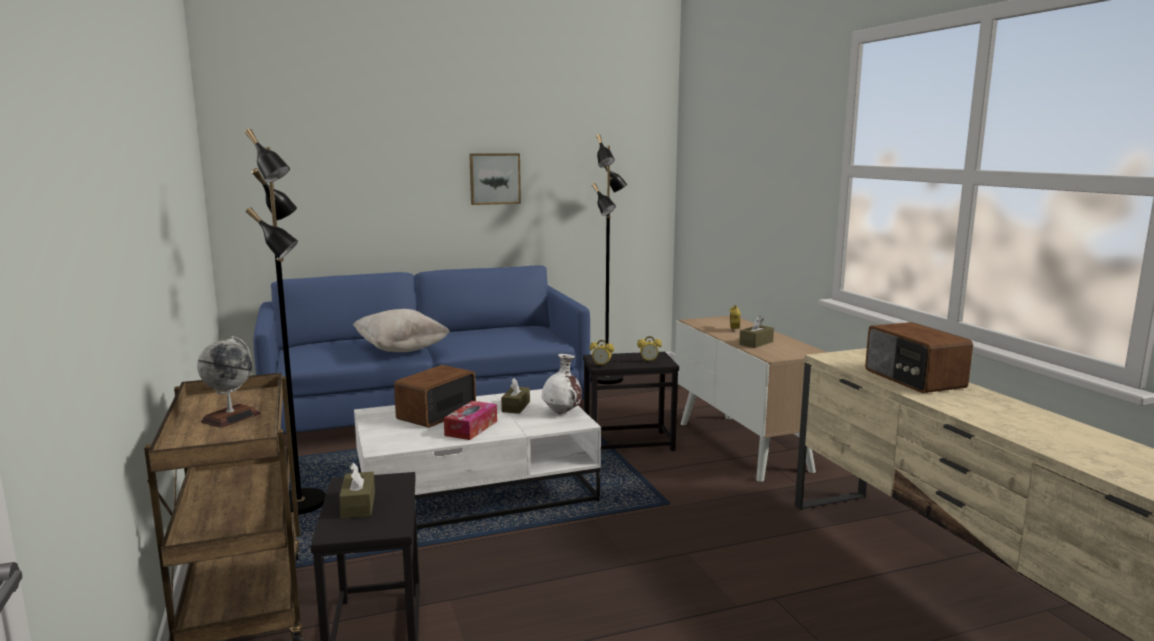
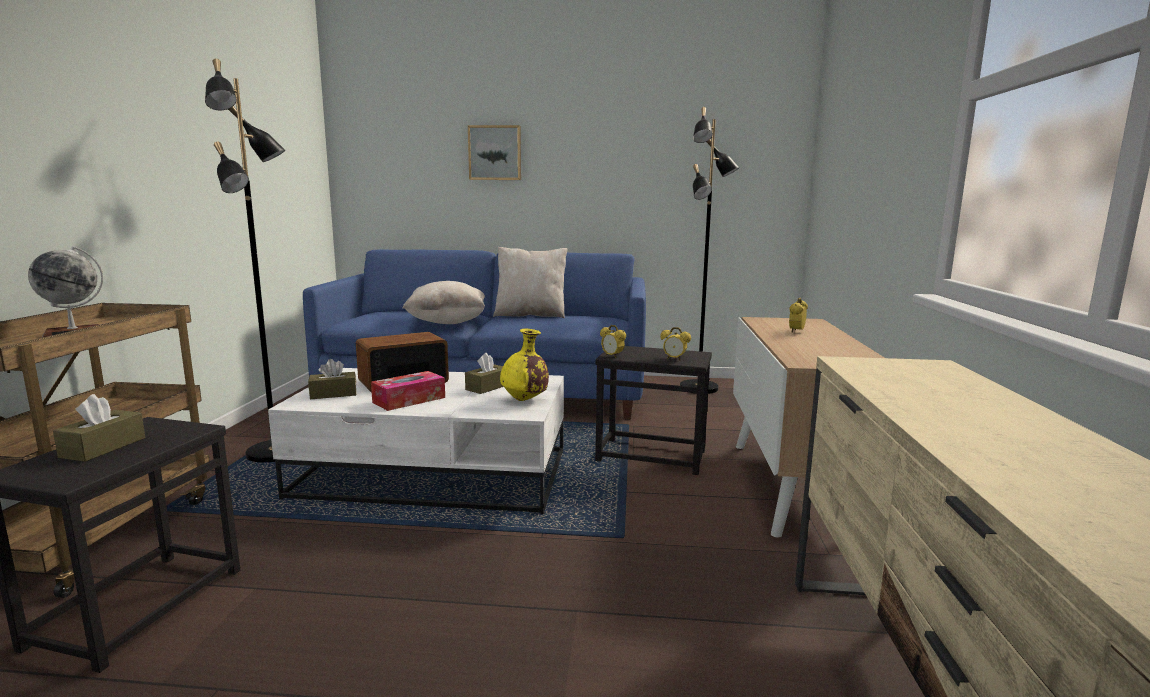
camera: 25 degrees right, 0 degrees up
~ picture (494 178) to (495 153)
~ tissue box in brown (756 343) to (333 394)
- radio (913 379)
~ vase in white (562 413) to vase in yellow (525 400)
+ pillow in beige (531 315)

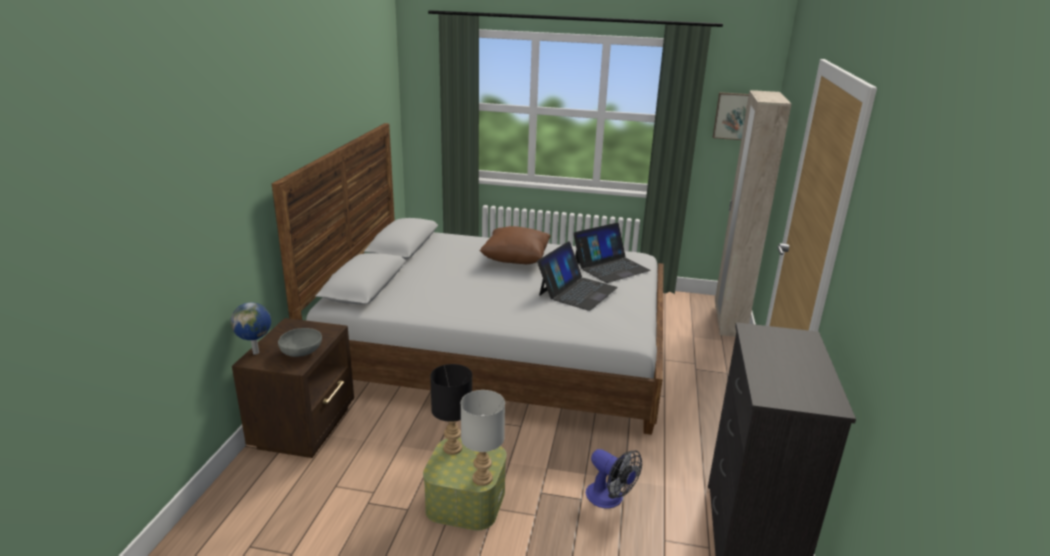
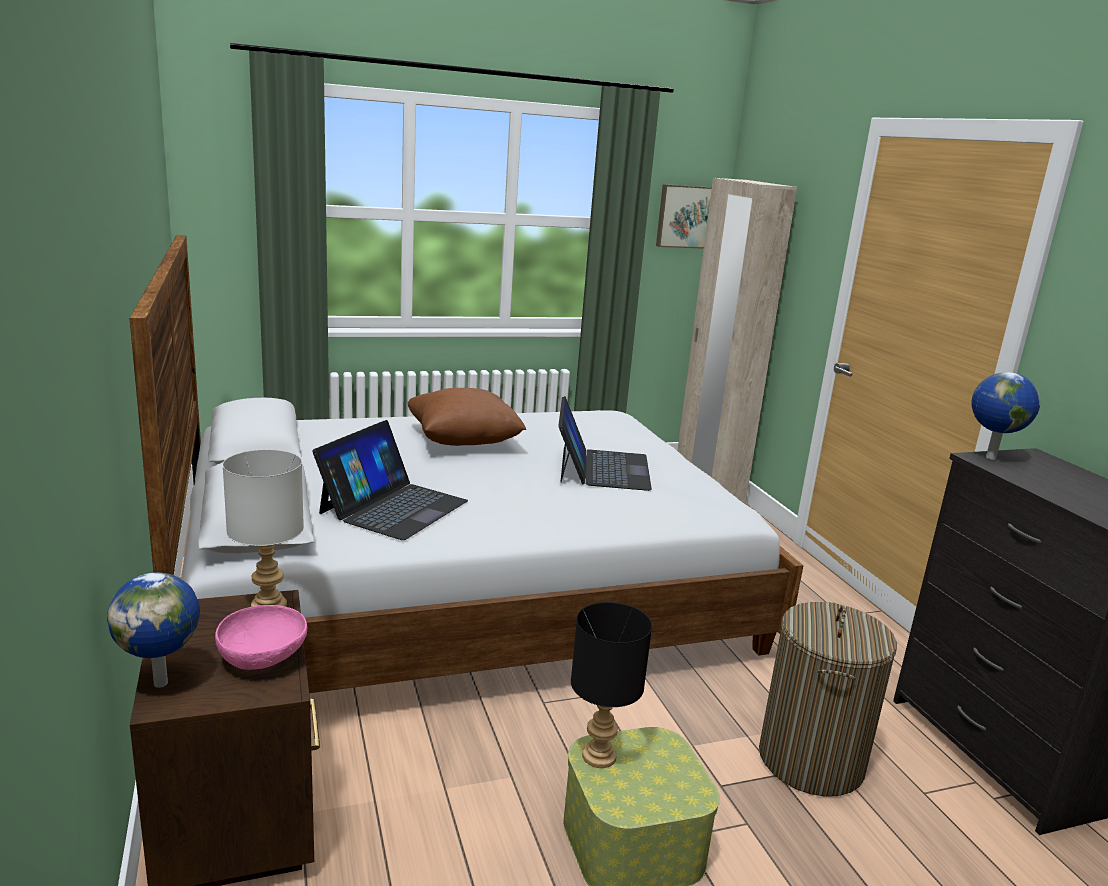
camera: 30 degrees left, 5 degrees down
~ laptop (610 267) to (393 507)
~ bowl in grey (302 353) to bowl in pink (263 659)
~ table lamp in grey (482 478) to (268 605)
~ fan (610 499) to laundry basket (810 760)
+ globe (989 457)

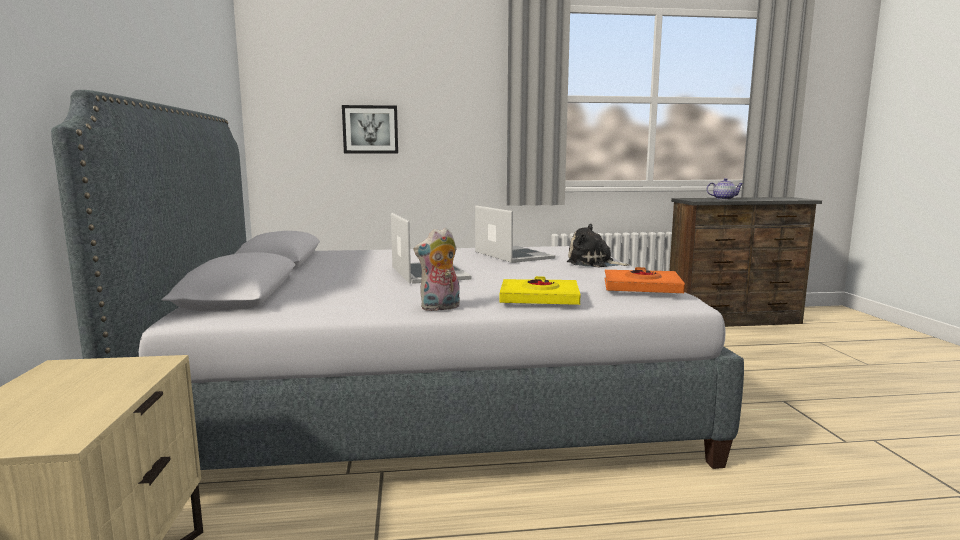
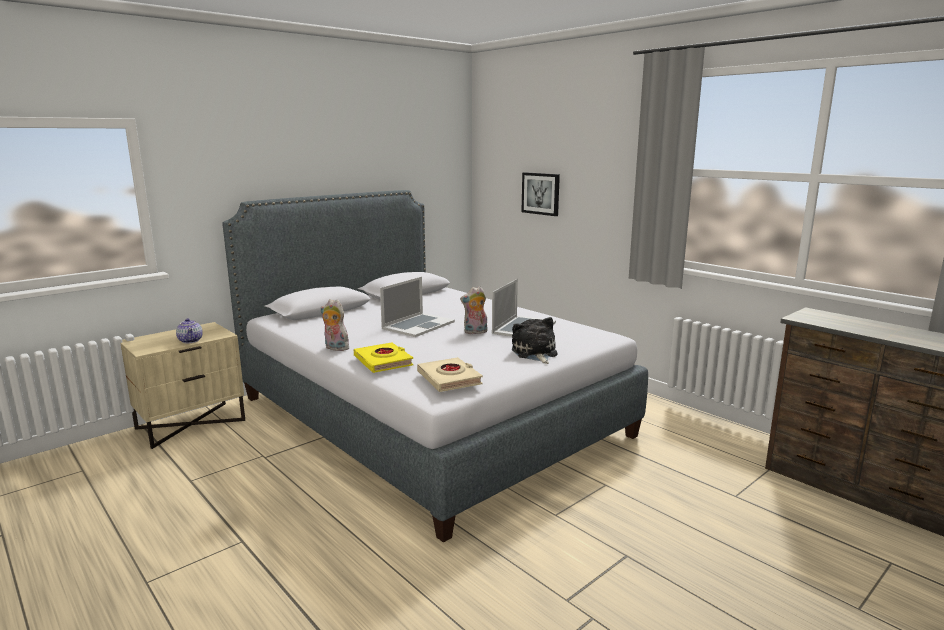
camera: 55 degrees right, 5 degrees up
~ teapot (723 199) to (190 340)
~ book in orange (641 287) to book in beige (449 379)
+ plush toy (475 332)

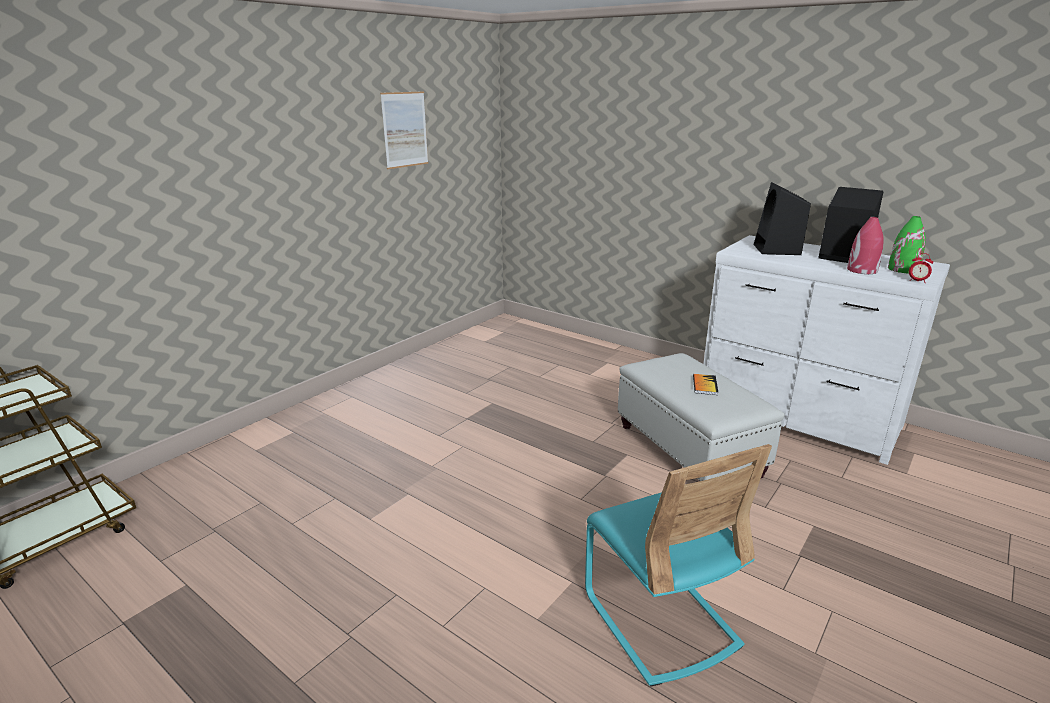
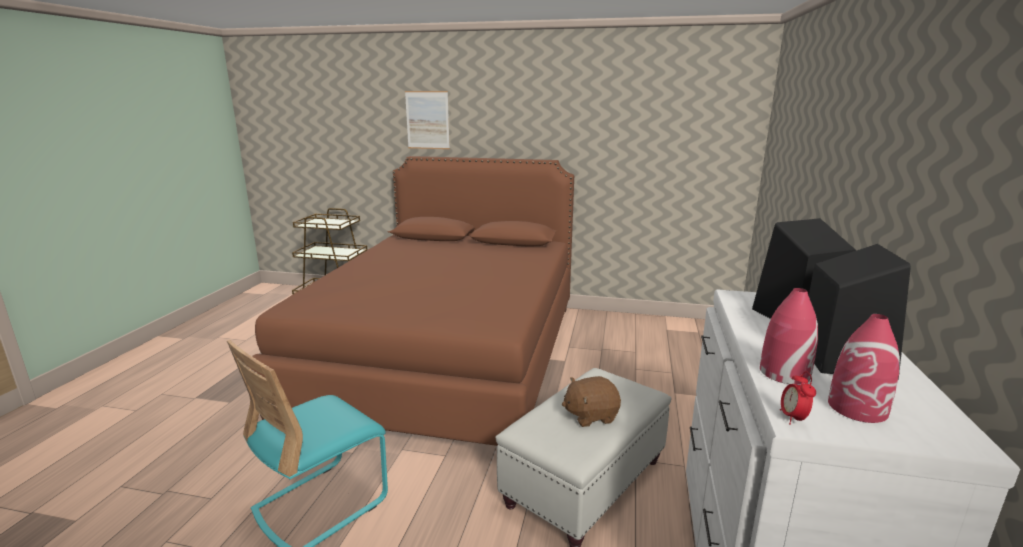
camera: 65 degrees right, 5 degrees down
~ picture (405 130) to (427 120)
~ vase in green (903 269) to vase in red (858 408)
~ book (705 385) to plush toy in brown (590 415)
+ bed in brown (446 356)

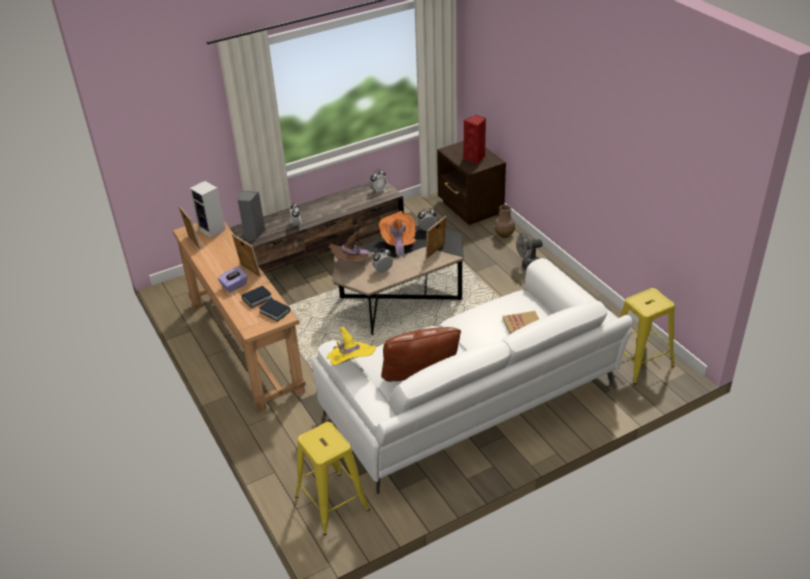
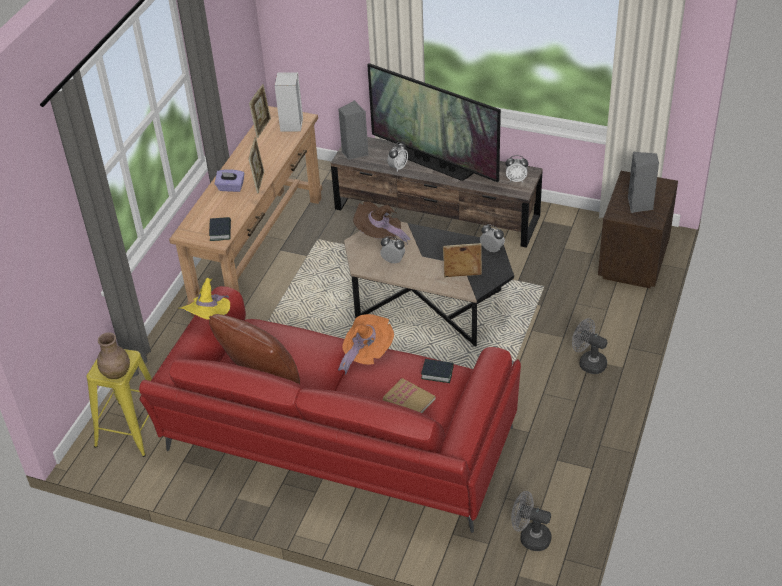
camera: 50 degrees right, 5 degrees up
~ speaker in red (475 158) to speaker in grey (640 205)
~ vase in brown (504 234) to (116 373)
~ hat in orange (398 243) to (366 353)
~ sofa in white (471 403) to sofa in red (335 443)
~ book (257 299) to (437 373)
~ stool in yellow (639 362) to fan in grey (530 537)
+ television (435 164)

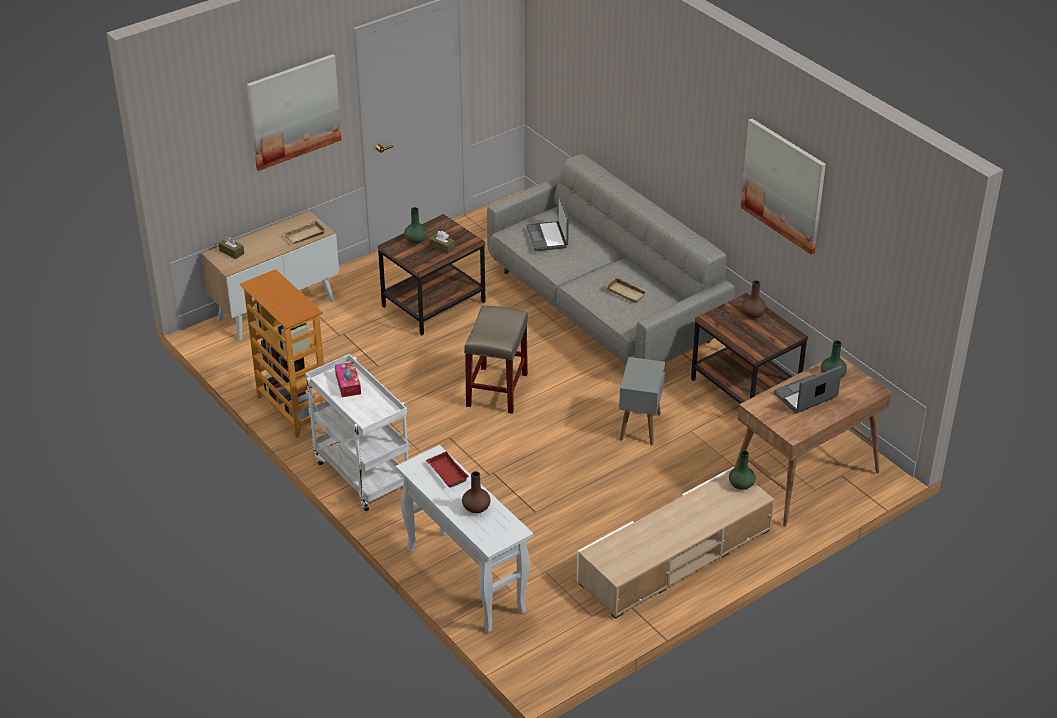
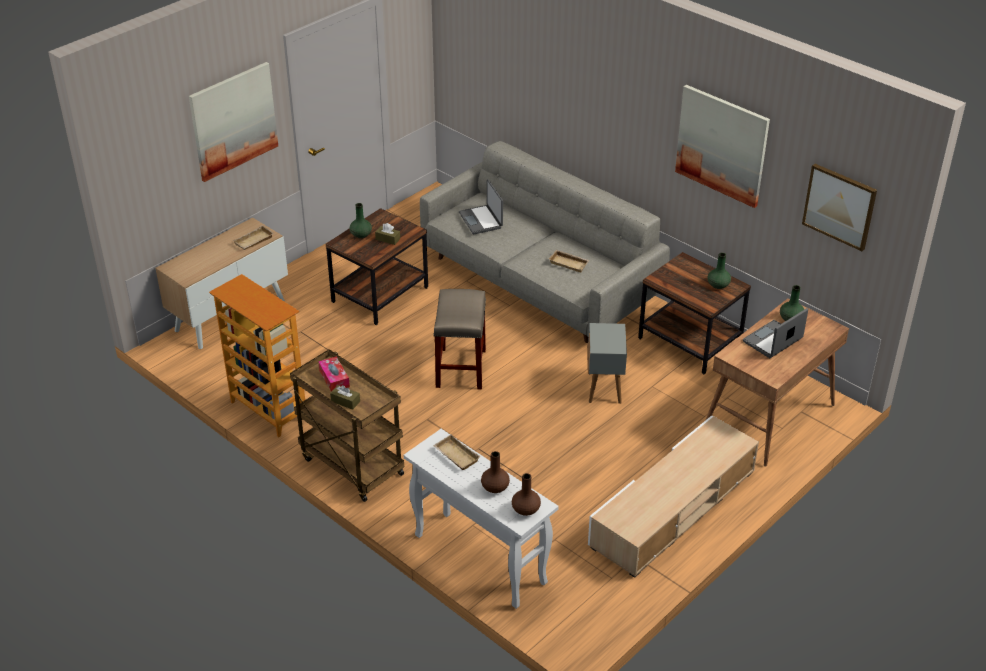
camera: 10 degrees left, 0 degrees up
~ tissue box in brown (231 252) to (345 401)
~ vase in brown (753 314) to (526 510)
~ cart in white (360 474) to cart in brown (350 466)
~ vase in green (740 484) to (718 285)
~ tray in red (445 473) to tray in beige (455 455)
+ picture (839 206)

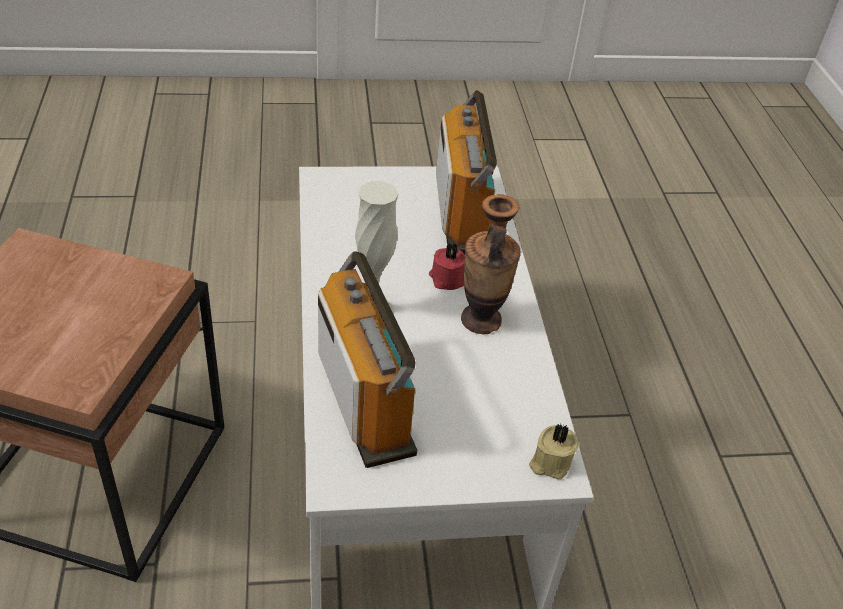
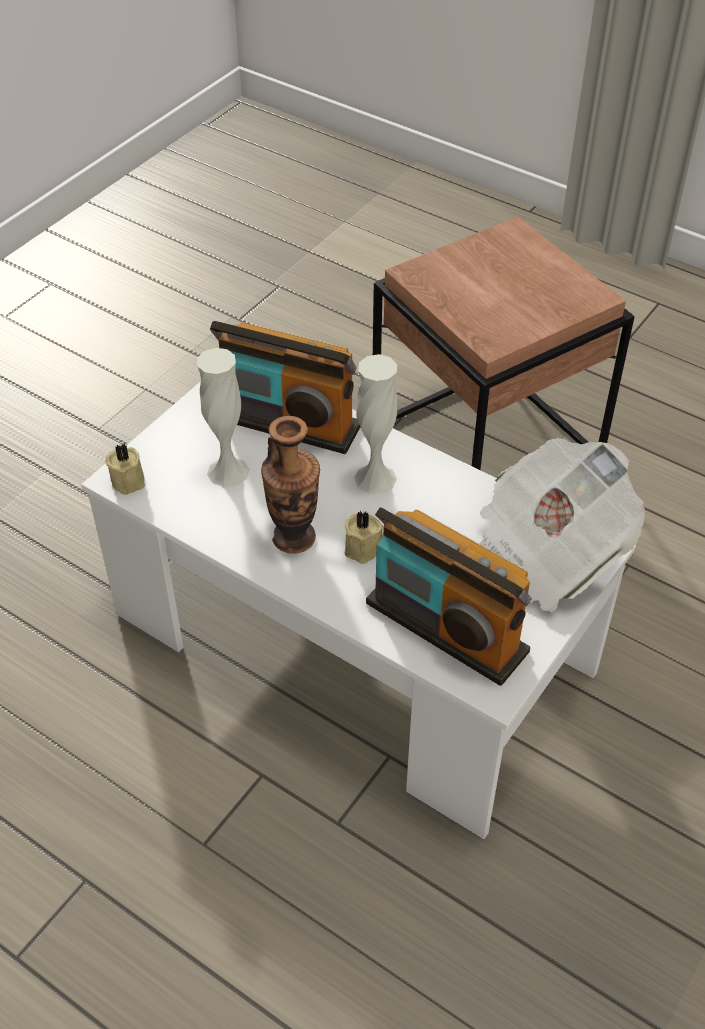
camera: 135 degrees right, 5 degrees up
~ candle in red (446 279) to candle in beige (364 548)
+ vase in white (228 471)
+ newspaper (544 553)

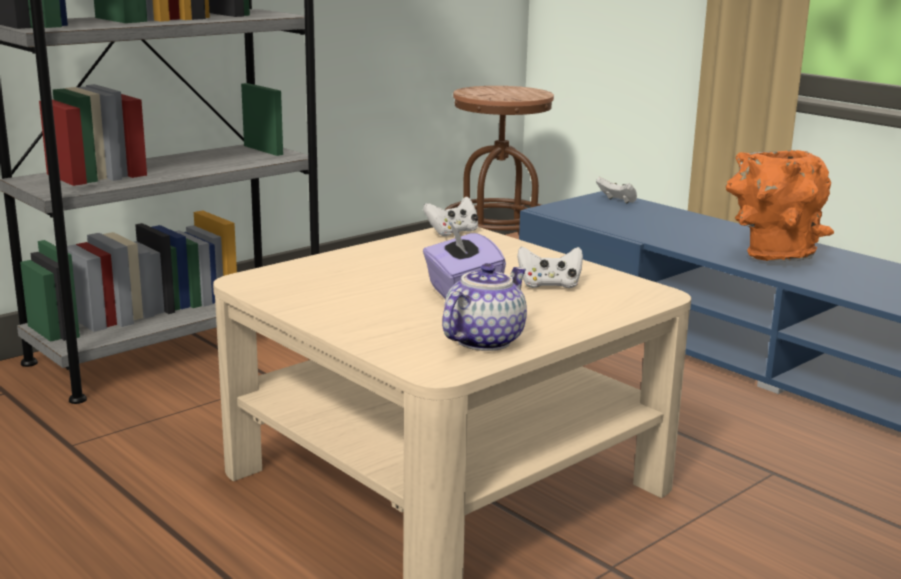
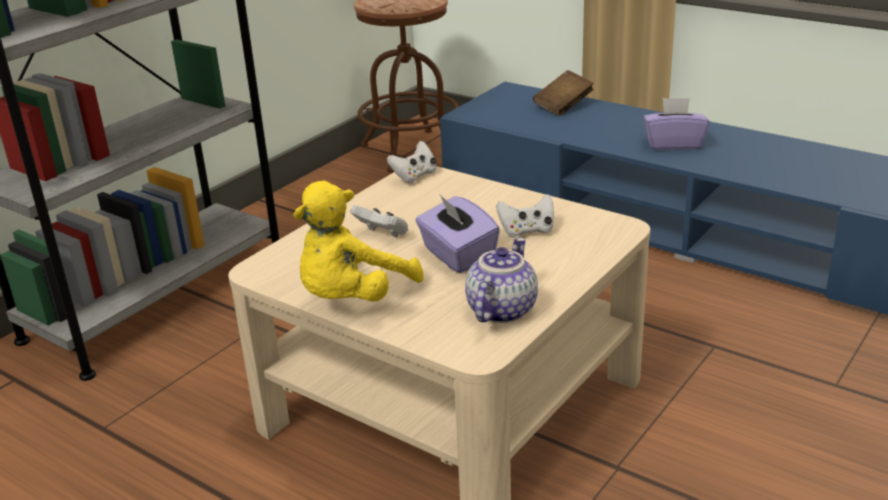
camera: 10 degrees left, 10 degrees up
~ vase in orange (770 257) to tissue box in purple (673 144)
~ game controller in white (617 201) to (383 234)
+ book in brown (563 106)
+ plush toy in yellow (353 298)

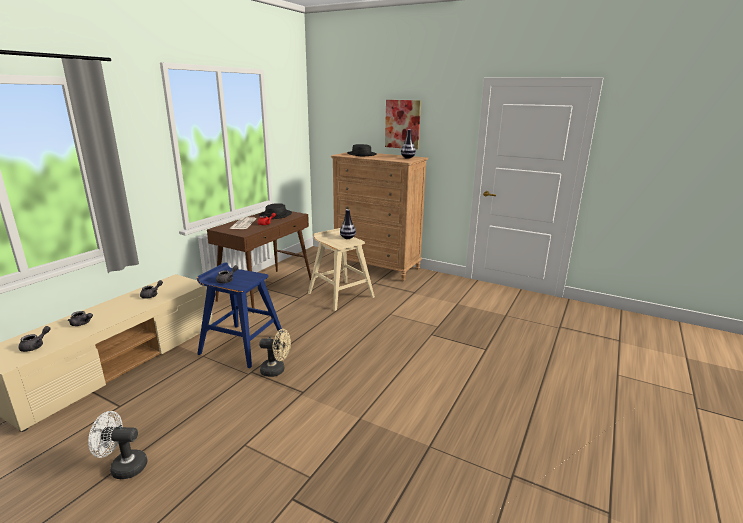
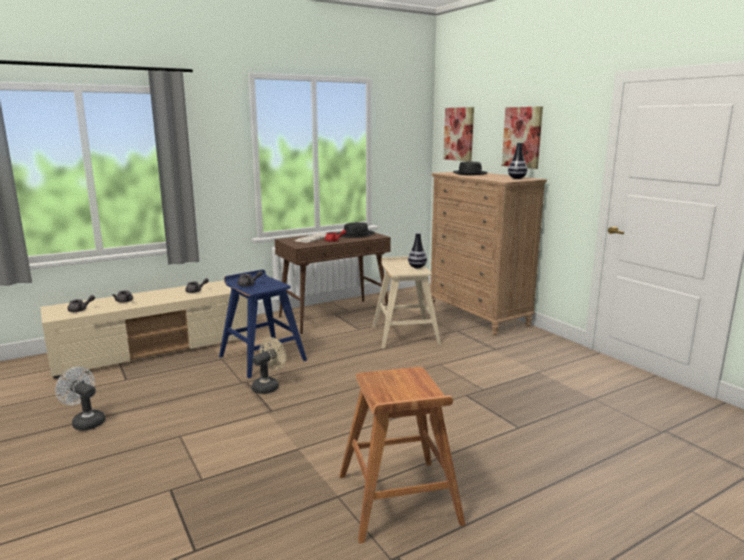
camera: 30 degrees right, 5 degrees down
~ fan in beige (276 370) = (268 386) 90 degrees counterclockwise
+ picture (459 134)
+ stool in brown (398 500)

